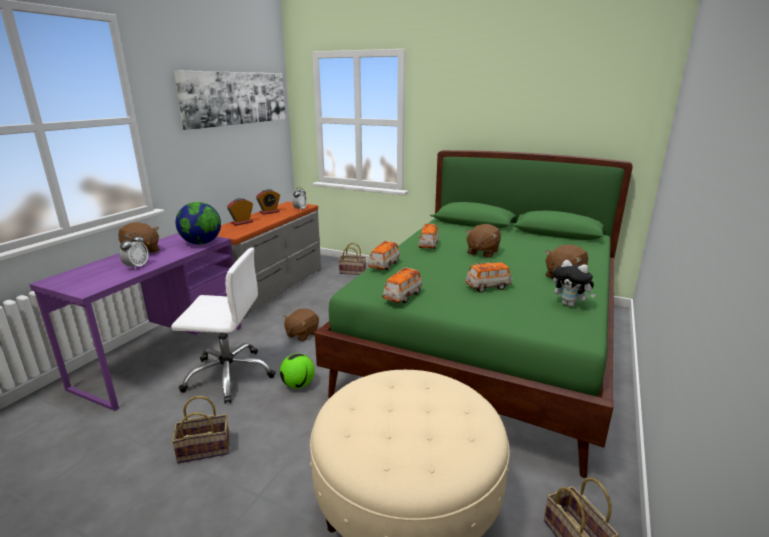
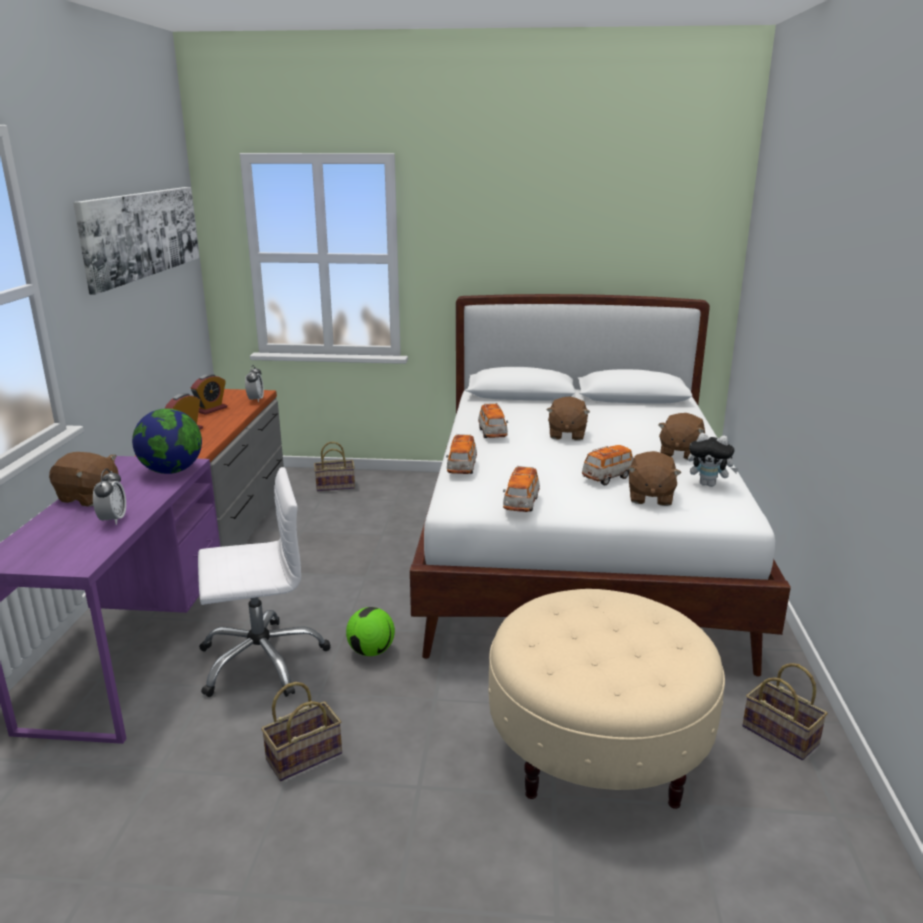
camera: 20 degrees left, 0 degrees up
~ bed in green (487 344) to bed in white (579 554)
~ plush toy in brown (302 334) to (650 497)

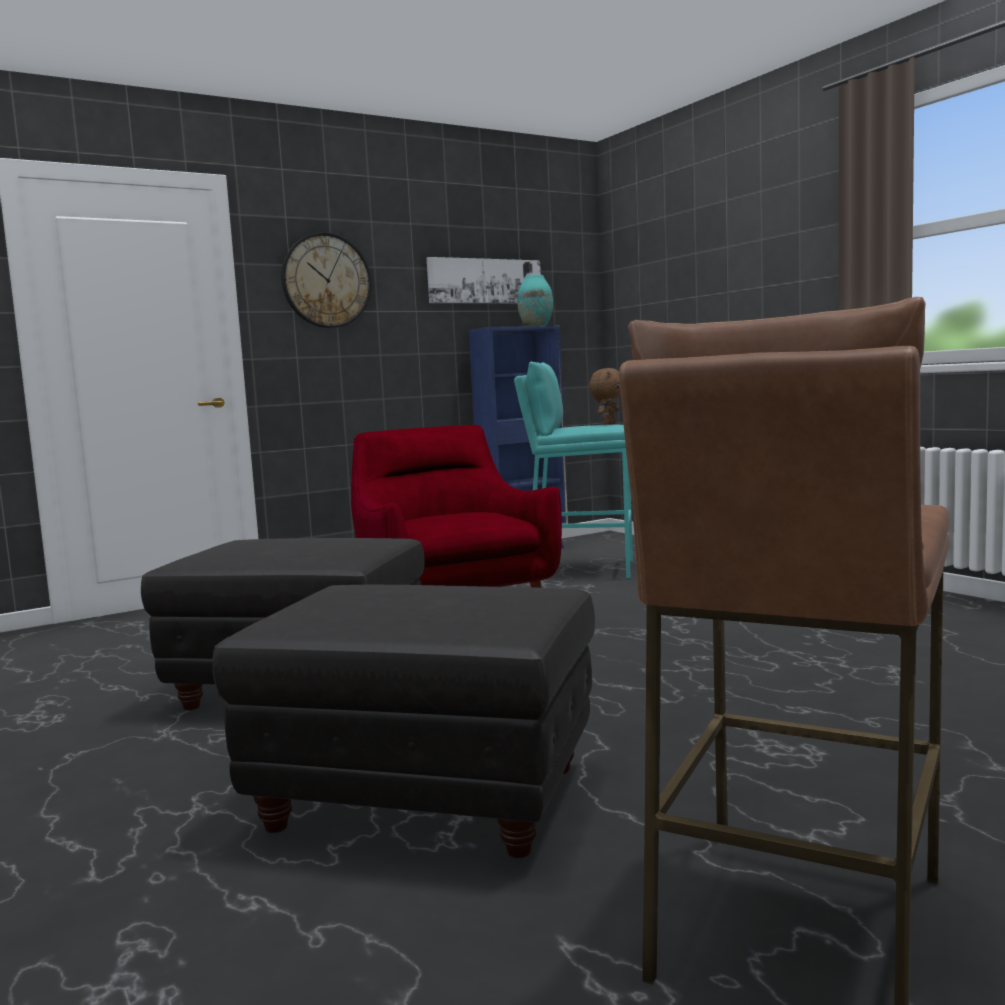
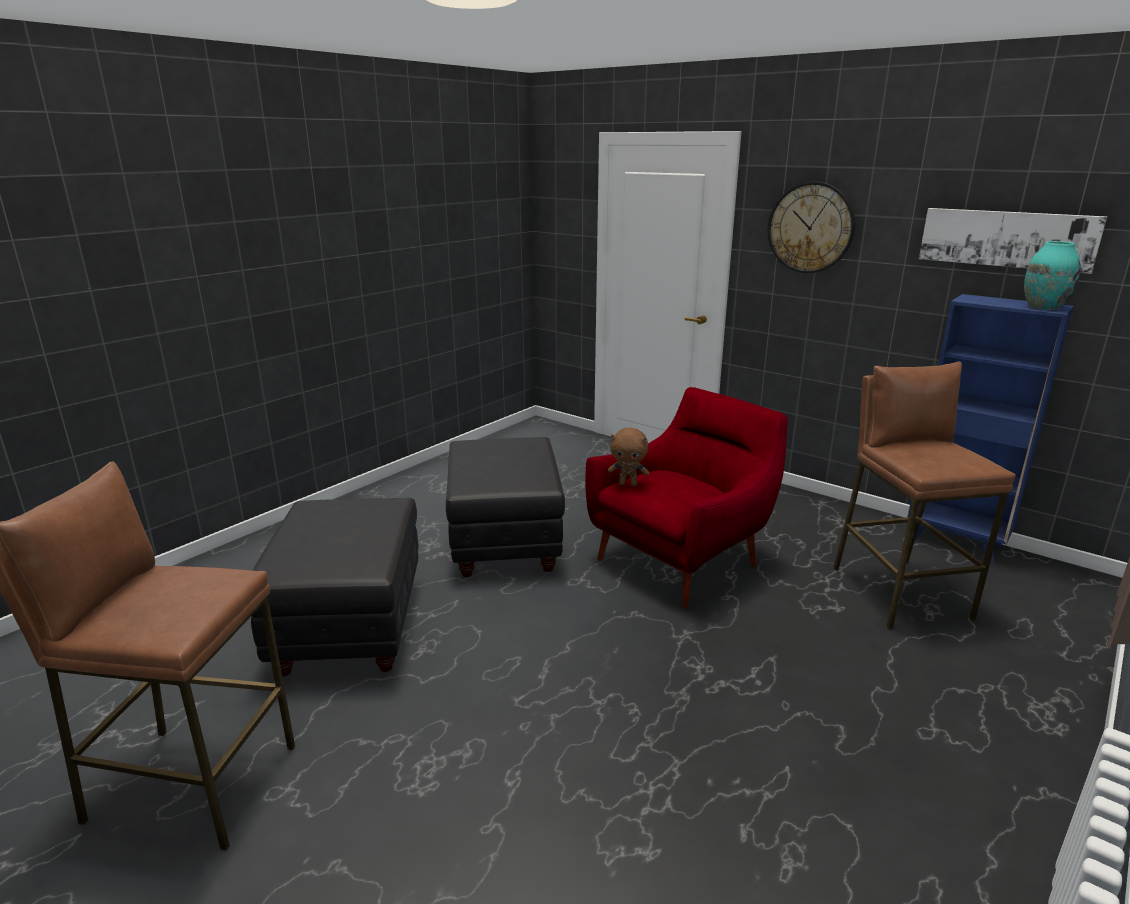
camera: 70 degrees right, 15 degrees up
~ stool in turquoise (581 569) to stool in brown (899 592)
~ plush toy in brown (608 424) to (628 484)

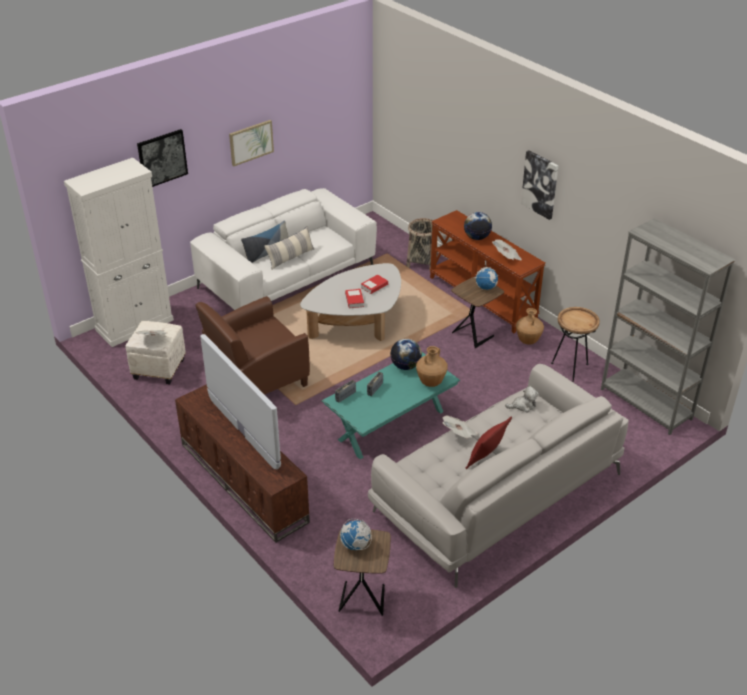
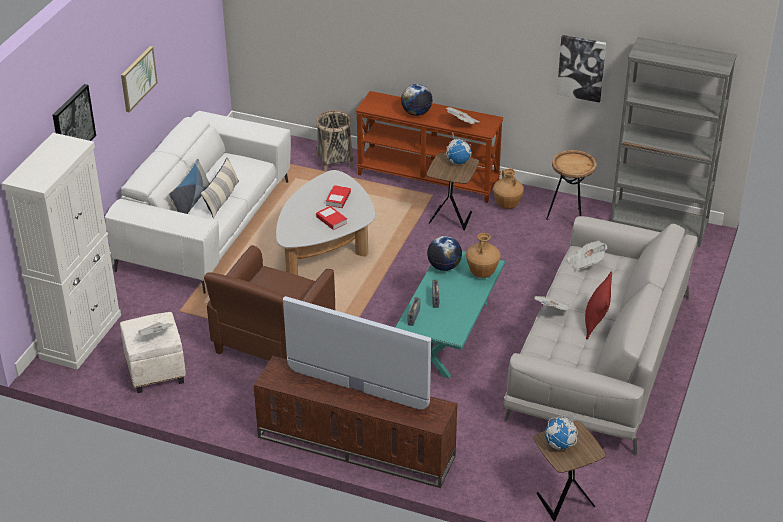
camera: 30 degrees left, 0 degrees up
~ picture (540 184) to (581 67)
~ plush toy (523 406) to newspaper (586 263)

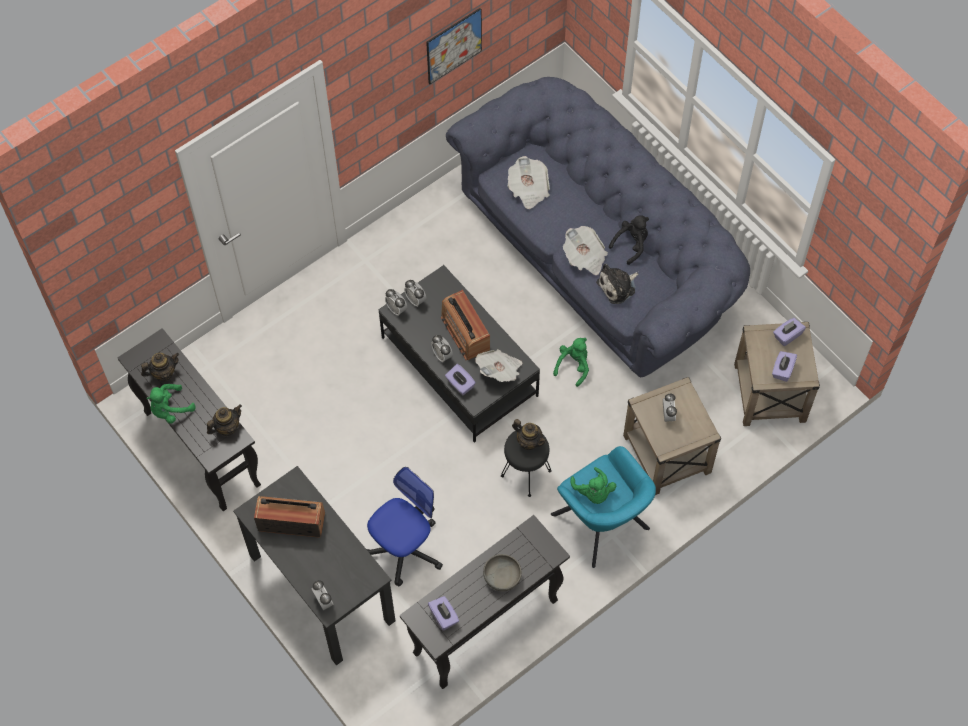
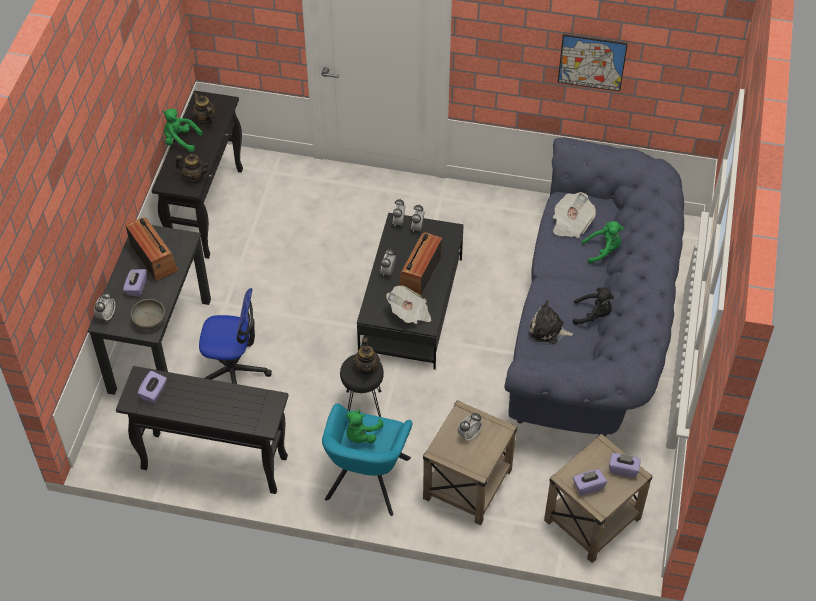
camera: 50 degrees right, 10 degrees down
- newspaper (585 257)
~ plush toy in green (573 366) to (603 250)
~ teapot (163 373) = (205 119) 150 degrees counterclockwise
~ tissue box in purple (460 384) to (136 288)
~ bowl in grey (502 577) to (149 321)

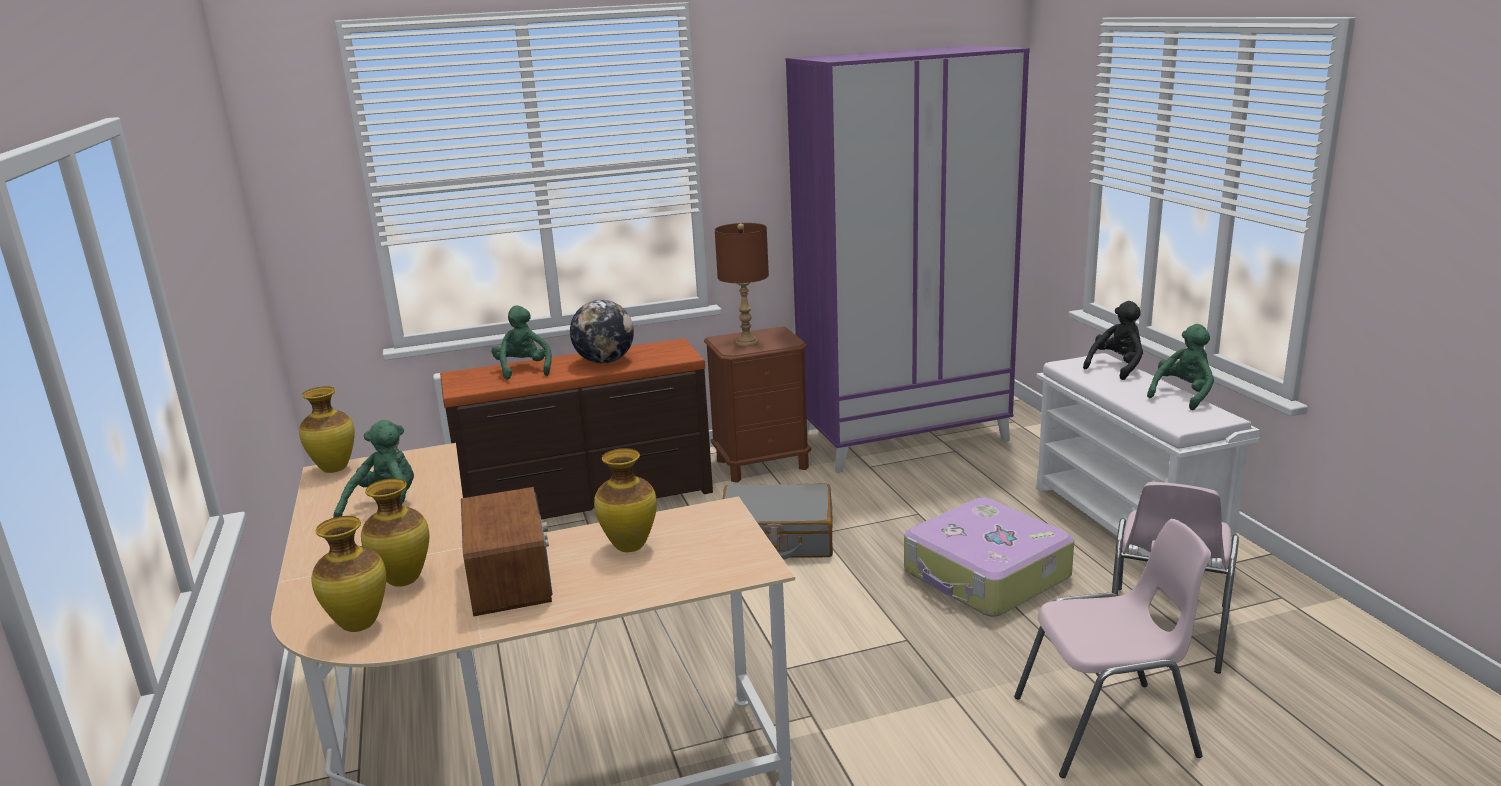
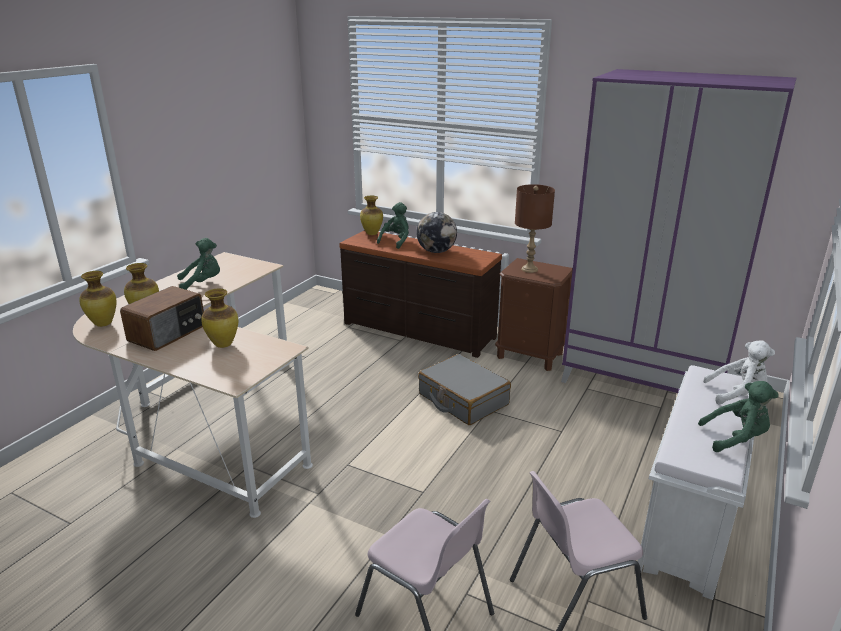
camera: 45 degrees right, 5 degrees up
~ plush toy in black (1117 367) to plush toy in white (737 394)
~ vase (334 469) to (371 234)
- suitcase (986 575)

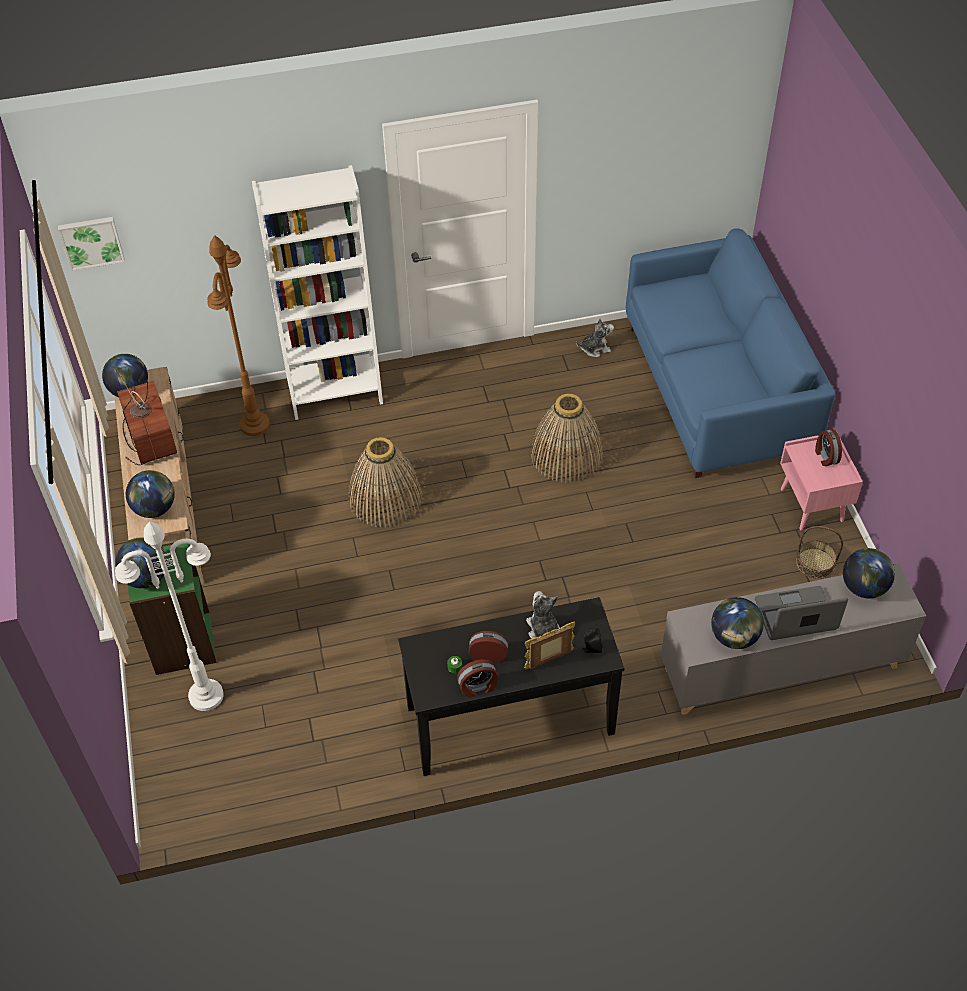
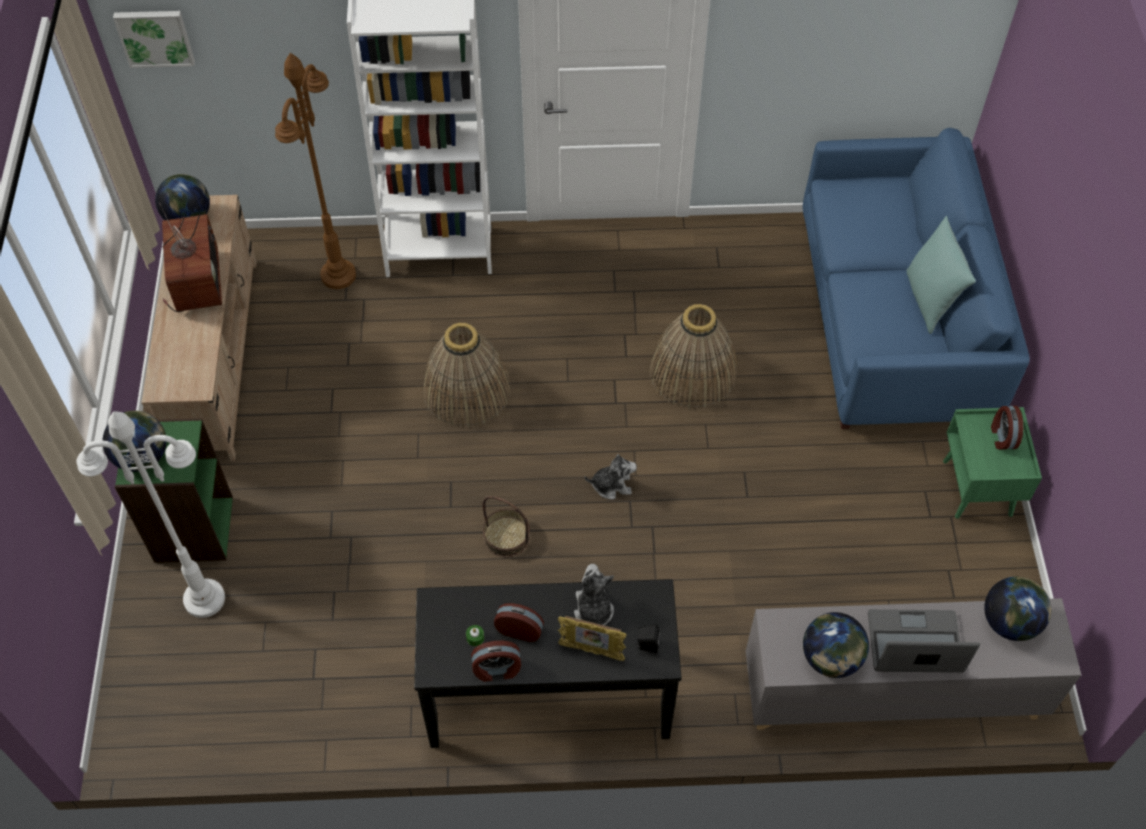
camera: 10 degrees right, 5 degrees up
~ plush toy (595 348) to (611 485)
~ nightstand in pink (812 505) to nightstand in green (978 489)
- globe (155 508)
~ basket (815 563) to (507 536)
~ picture frame (549 660) = (591 651) 150 degrees counterclockwise
+ pillow in turquoise (930 300)

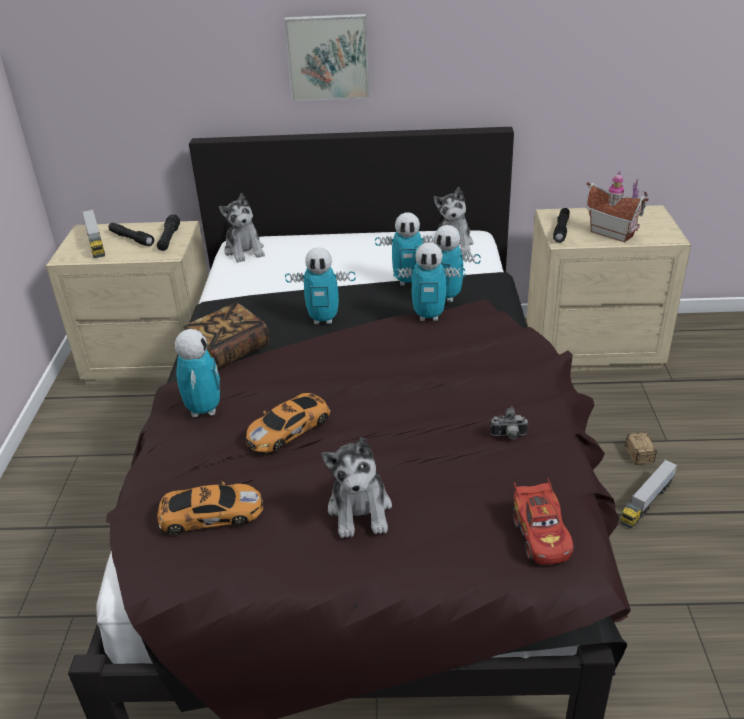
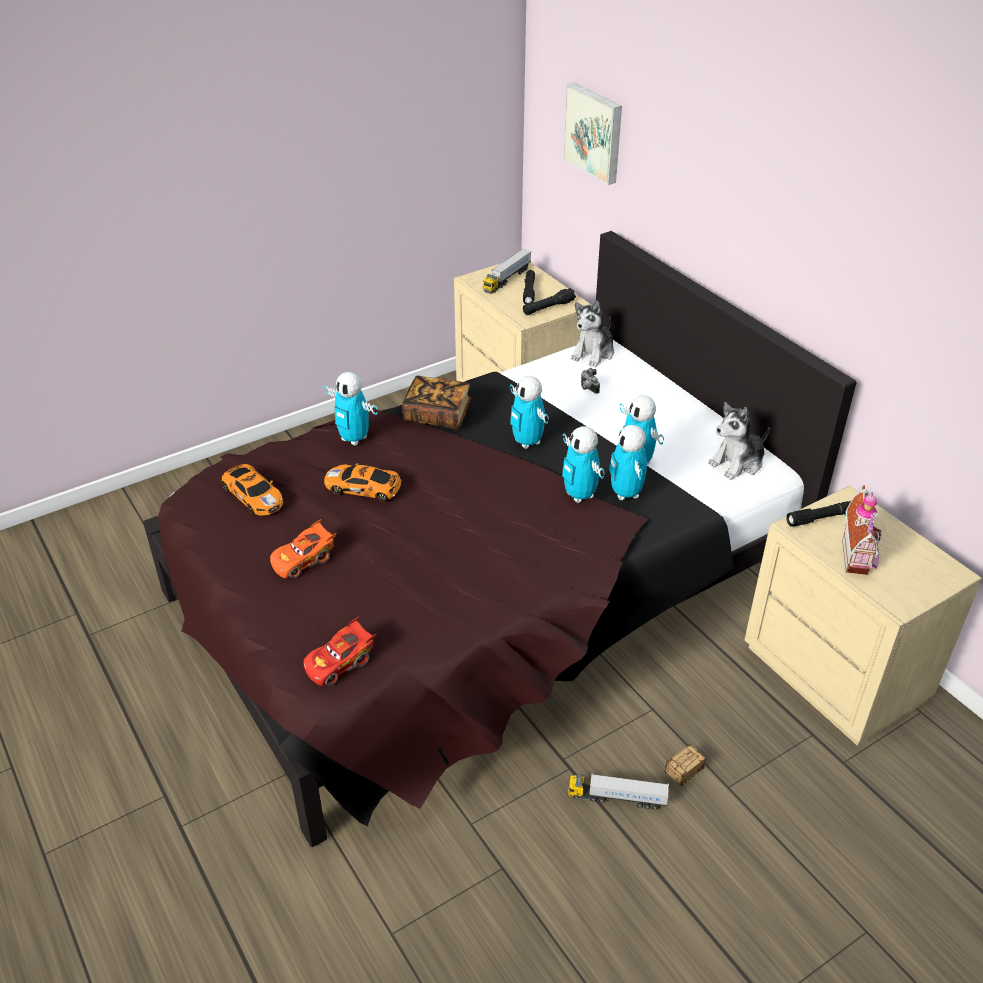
camera: 55 degrees right, 5 degrees up
~ picture (328 57) to (594 132)
~ toy robot (204 410) = (354 439) 75 degrees clockwise
~ photo camera (509 436) to (587 388)
~ plush toy (360 510) to toy car in orange (304 560)

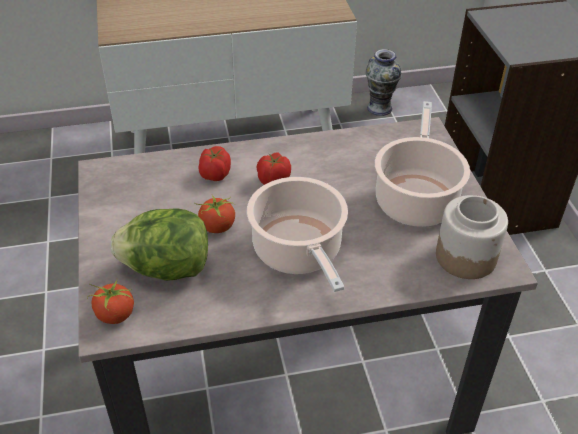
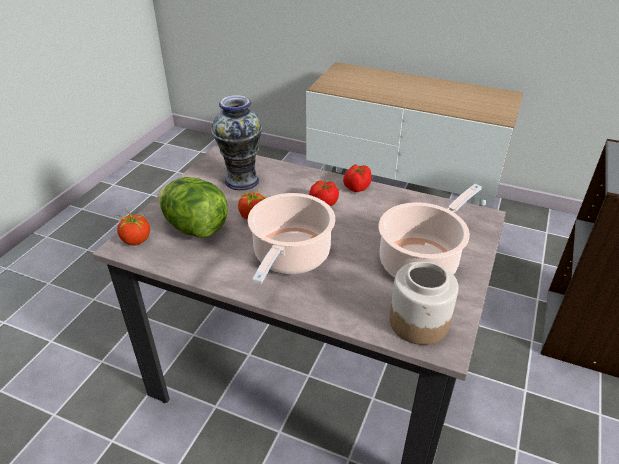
camera: 35 degrees right, 5 degrees down
~ vase (379 108) to (242 180)
~ tomato (215 175) to (356 188)

